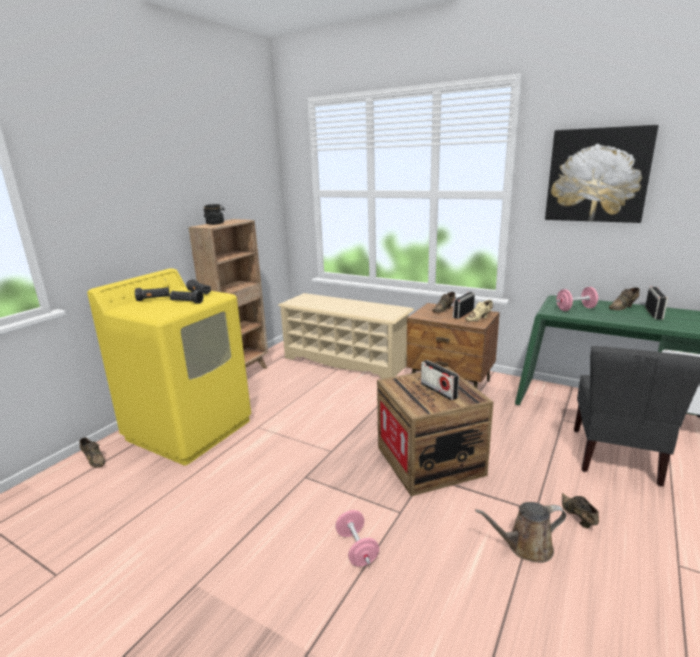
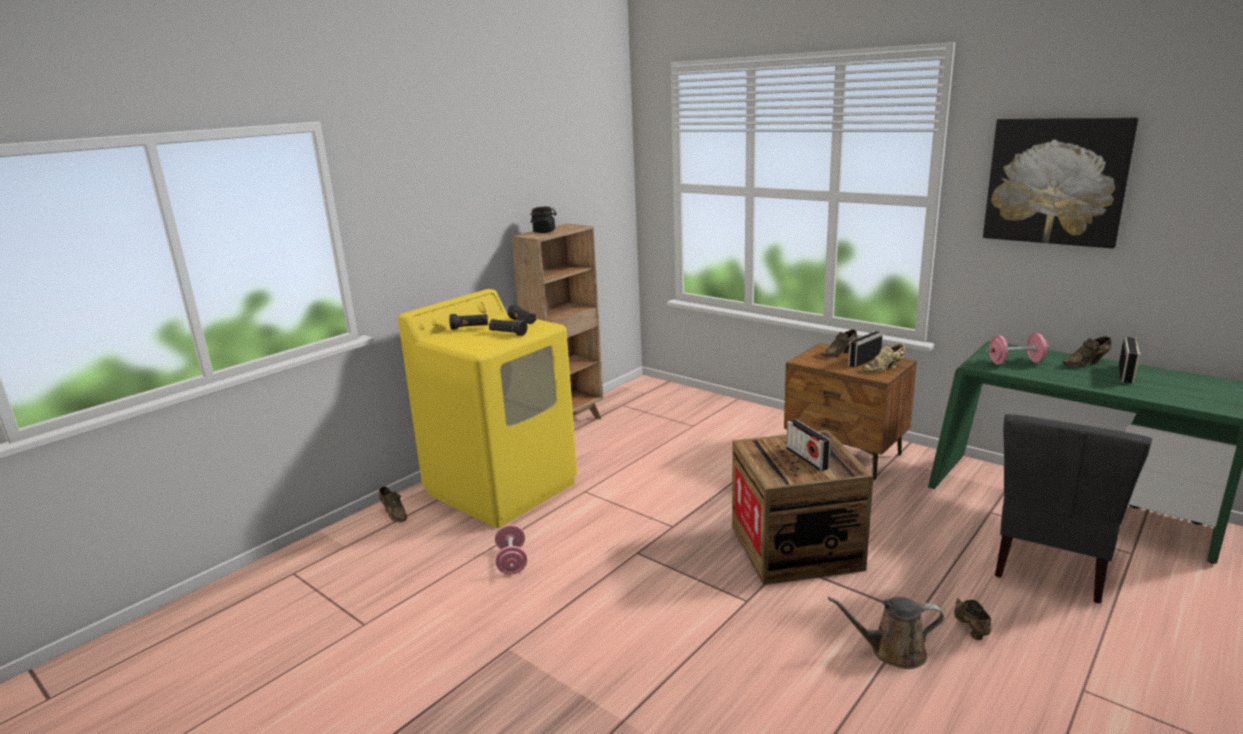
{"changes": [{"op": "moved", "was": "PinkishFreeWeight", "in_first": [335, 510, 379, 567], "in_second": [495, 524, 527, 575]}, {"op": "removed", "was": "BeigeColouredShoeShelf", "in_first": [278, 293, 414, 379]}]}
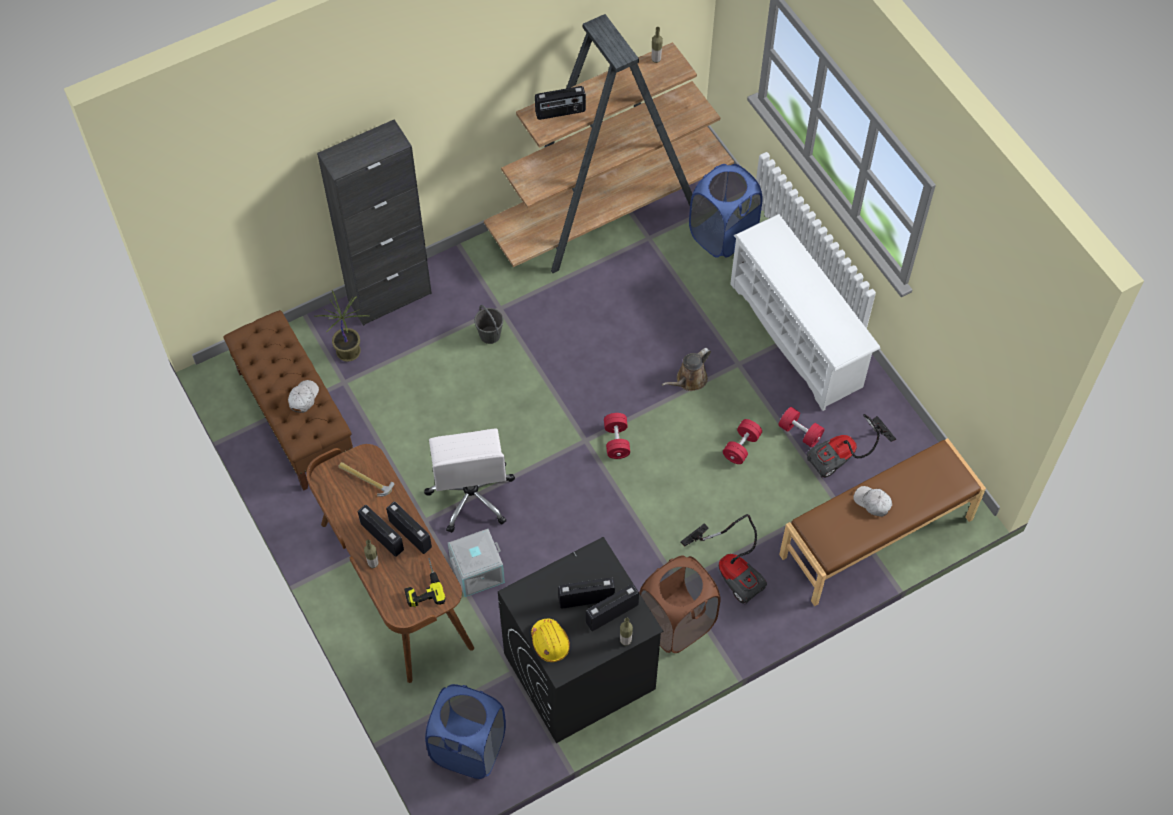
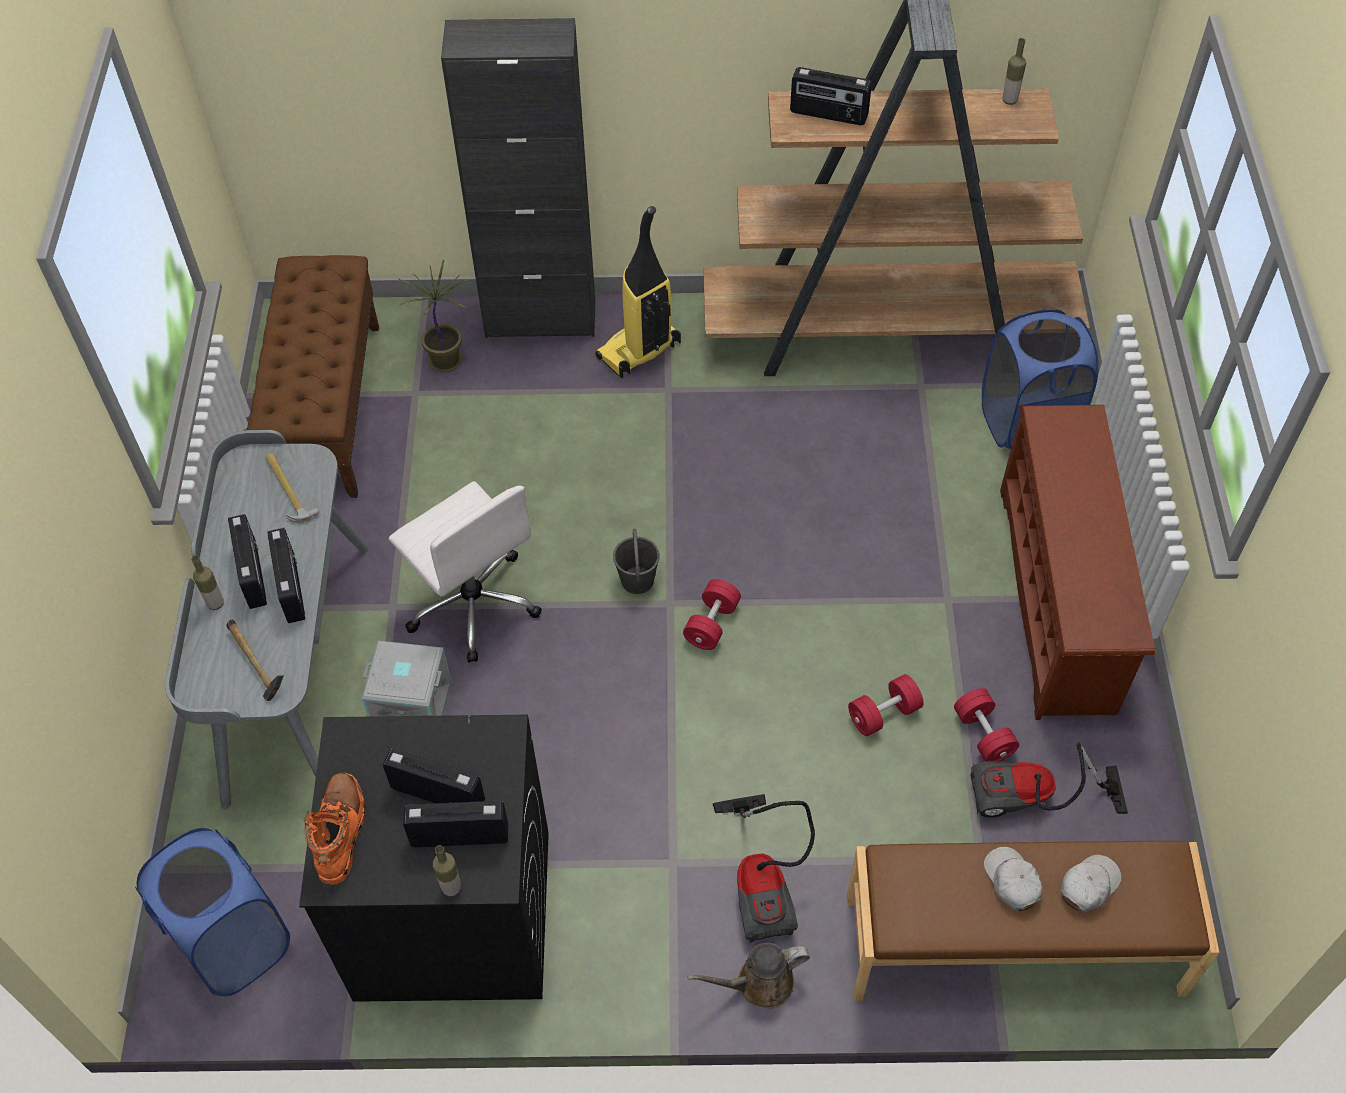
{"changes": [{"op": "recoloured", "was": "BrownishDesk", "now": "GrayDesk", "in_first": [306, 444, 474, 683], "in_second": [165, 430, 369, 810]}, {"op": "replaced", "was": "PowerDrill", "now": "ToolHammer", "in_first": [404, 558, 445, 607], "in_second": [226, 620, 284, 701]}, {"op": "replaced", "was": "YellowSafetyHelmet", "now": "OrangeHighTopBoot", "in_first": [531, 619, 570, 662], "in_second": [304, 773, 365, 885]}, {"op": "turned", "was": "WhiteComputerChair", "in_first": [424, 428, 515, 533], "in_second": [389, 481, 542, 663], "clockwise": -60}, {"op": "added", "now": "VacuumCleaner", "in_second": [595, 206, 681, 379]}, {"op": "moved", "was": "GrayWaterBucket", "in_first": [474, 305, 504, 344], "in_second": [613, 529, 660, 594]}, {"op": "moved", "was": "BrownishSprinklingCan", "in_first": [662, 348, 711, 391], "in_second": [687, 943, 810, 1009]}, {"op": "recoloured", "was": "WhiteShoeShelf", "now": "BrownishShoeShelf", "in_first": [730, 214, 881, 411], "in_second": [1000, 405, 1155, 720]}, {"op": "moved", "was": "WhitePeakedCap", "in_first": [288, 380, 319, 413], "in_second": [1061, 855, 1122, 913]}, {"op": "removed", "was": "BrownishLaundryBasket", "in_first": [639, 556, 720, 653]}]}
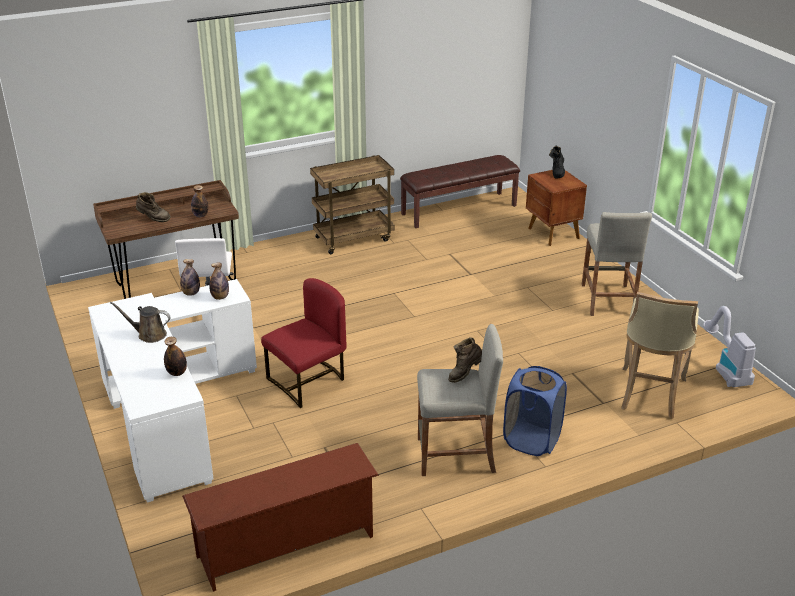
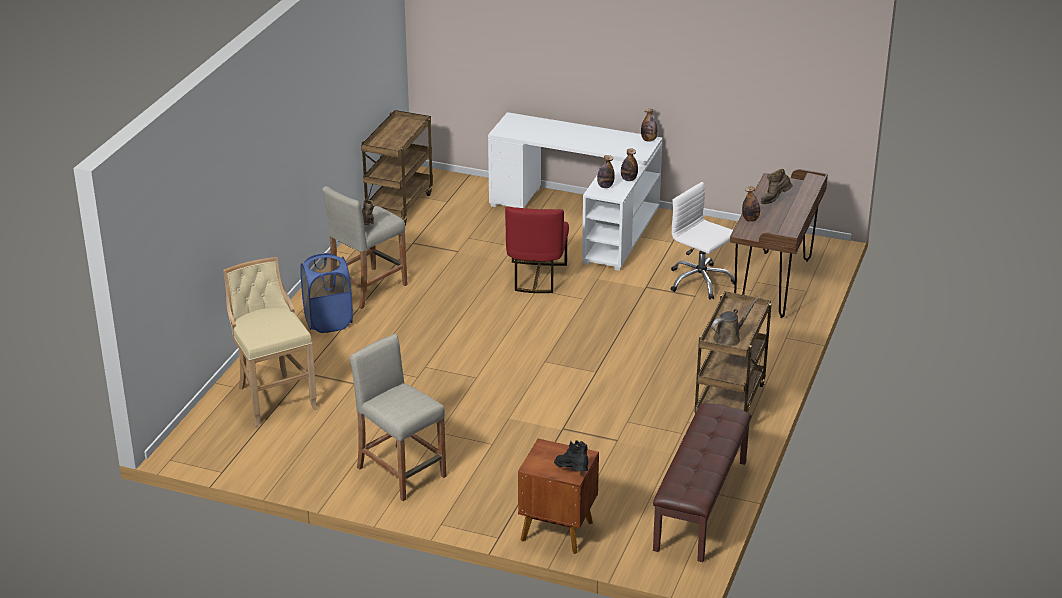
{"changes": [{"op": "replaced", "was": "BrownishShoeShelf", "now": "BrownishWheeledCart", "in_first": [182, 443, 379, 592], "in_second": [361, 110, 433, 225]}, {"op": "moved", "was": "DrinkBottle", "in_first": [164, 337, 187, 376], "in_second": [641, 109, 658, 142]}, {"op": "moved", "was": "BrownishSprinklingCan", "in_first": [110, 302, 171, 343], "in_second": [712, 298, 759, 346]}, {"op": "removed", "was": "VacuumCleaner", "in_first": [703, 306, 756, 387]}]}
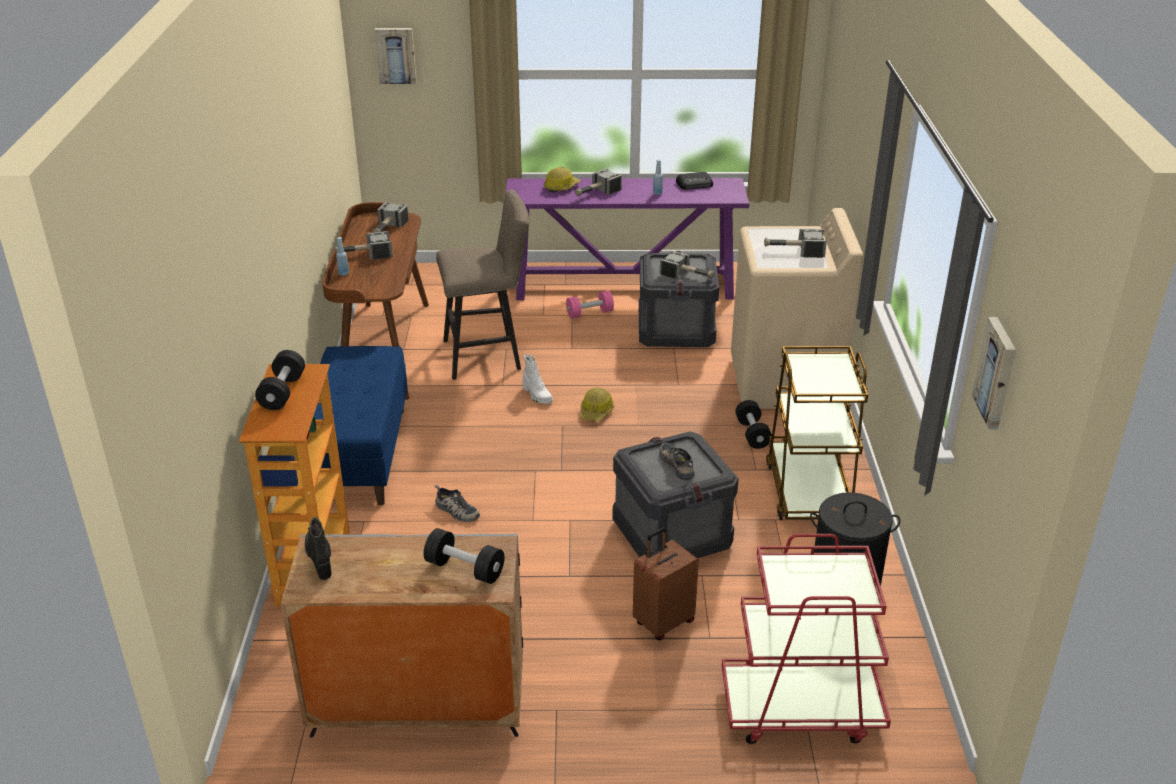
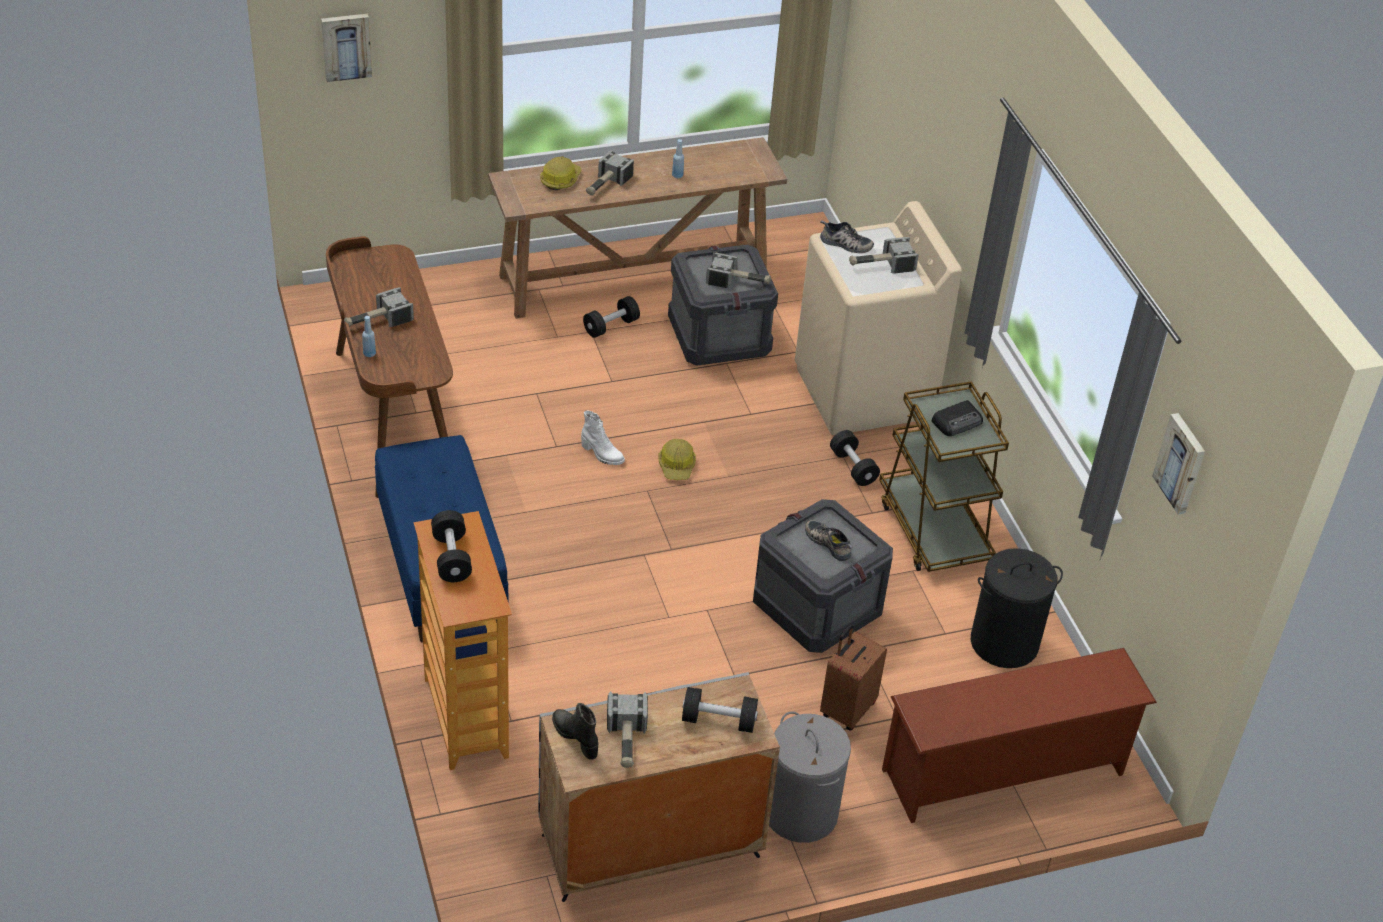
{"changes": [{"op": "recoloured", "was": "PurpleColouredNarrowTable", "now": "BrownishNarrowTable", "in_first": [505, 178, 749, 300], "in_second": [488, 137, 787, 319]}, {"op": "recoloured", "was": "PinkishFreeWeight", "now": "BlackFreeWeight", "in_first": [566, 291, 614, 319], "in_second": [583, 296, 640, 338]}, {"op": "moved", "was": "ToolHammer", "in_first": [372, 202, 408, 233], "in_second": [607, 691, 648, 768]}, {"op": "added", "now": "GrayLaundryBasket", "in_second": [769, 711, 851, 843]}, {"op": "moved", "was": "Shoe", "in_first": [435, 485, 480, 522], "in_second": [820, 220, 874, 253]}, {"op": "replaced", "was": "RedColouredWheeledCart", "now": "BrownishShoeShelf", "in_first": [722, 534, 891, 744], "in_second": [882, 648, 1157, 823]}, {"op": "moved", "was": "RadioReceiver", "in_first": [676, 172, 713, 190], "in_second": [931, 400, 983, 436]}, {"op": "removed", "was": "BeigeColouredStoolSeat", "in_first": [436, 190, 529, 380]}]}
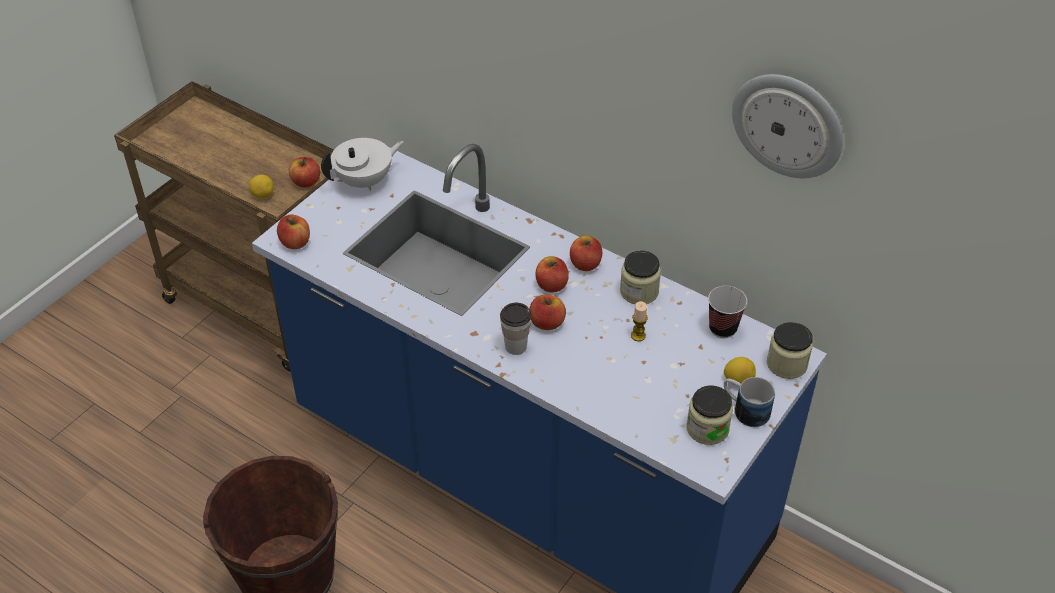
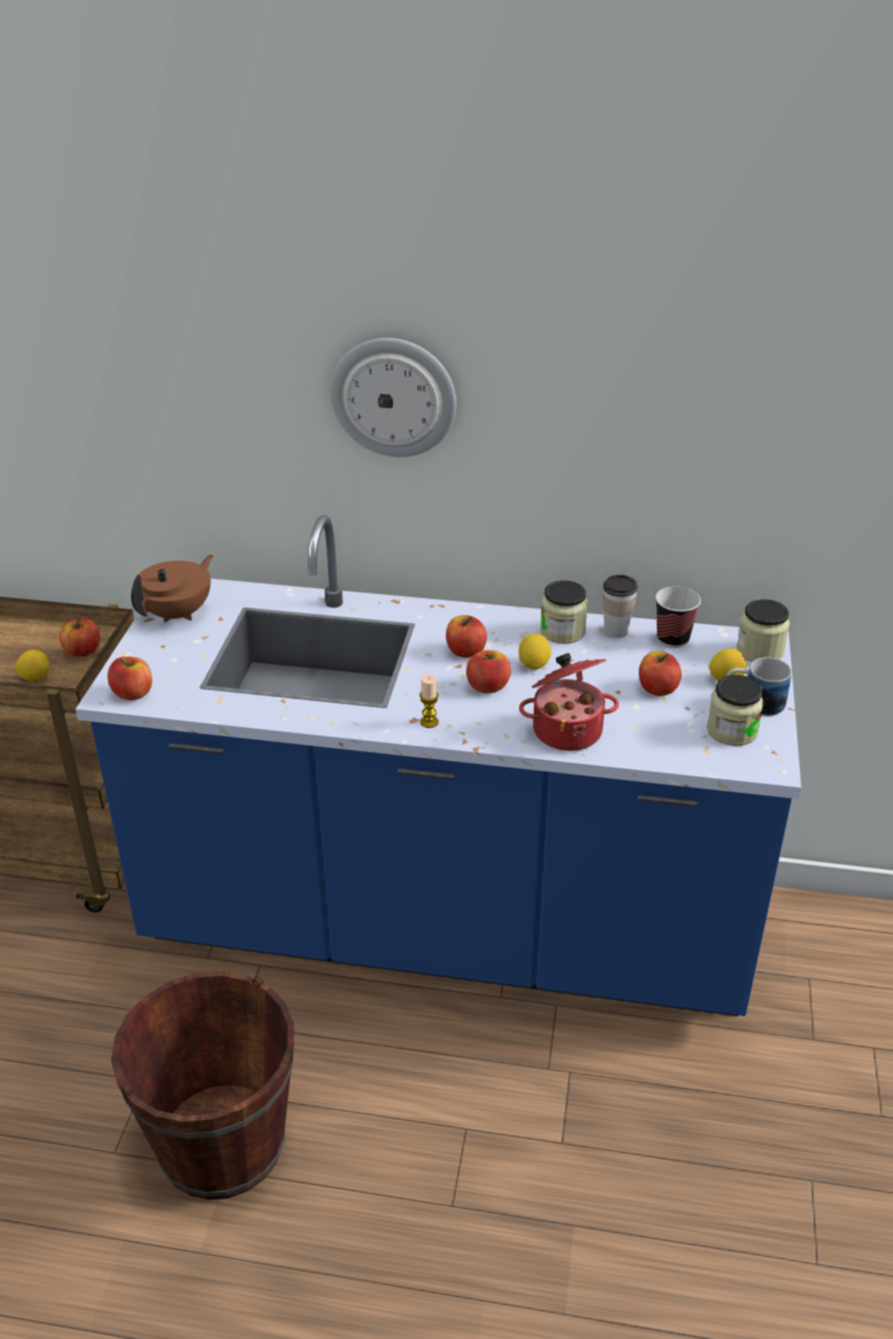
{"changes": [{"op": "recoloured", "was": "WhitePotForTea", "now": "BrownishPotForTea", "in_first": [321, 138, 404, 191], "in_second": [131, 554, 213, 623]}, {"op": "moved", "was": "HangingClock", "in_first": [732, 74, 843, 178], "in_second": [330, 338, 456, 457]}, {"op": "moved", "was": "WaxCandle", "in_first": [631, 301, 648, 341], "in_second": [420, 674, 439, 728]}, {"op": "added", "now": "Lemon", "in_second": [519, 634, 552, 670]}, {"op": "added", "now": "Saucepot", "in_second": [519, 653, 619, 751]}, {"op": "moved", "was": "Cup", "in_first": [500, 303, 531, 355], "in_second": [603, 575, 638, 638]}, {"op": "moved", "was": "AppleFruit", "in_first": [570, 235, 602, 271], "in_second": [639, 651, 682, 696]}]}
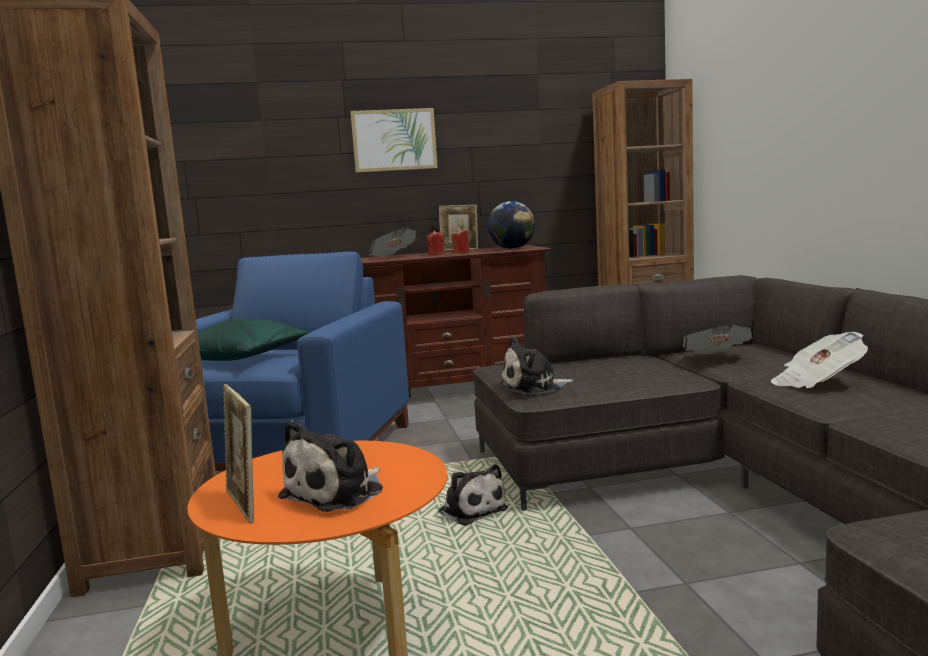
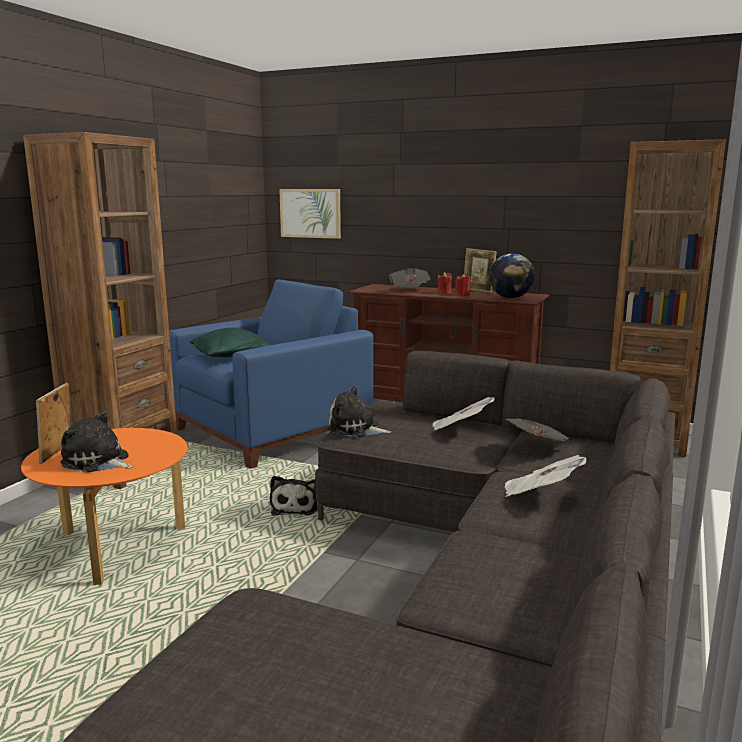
{"changes": [{"op": "turned", "was": "CuddlyToy", "in_first": [278, 420, 383, 512], "in_second": [60, 411, 133, 473], "clockwise": 45}, {"op": "moved", "was": "WallArt", "in_first": [350, 108, 438, 173], "in_second": [279, 189, 341, 239]}, {"op": "added", "now": "DailyPaper", "in_second": [433, 397, 495, 431]}]}
